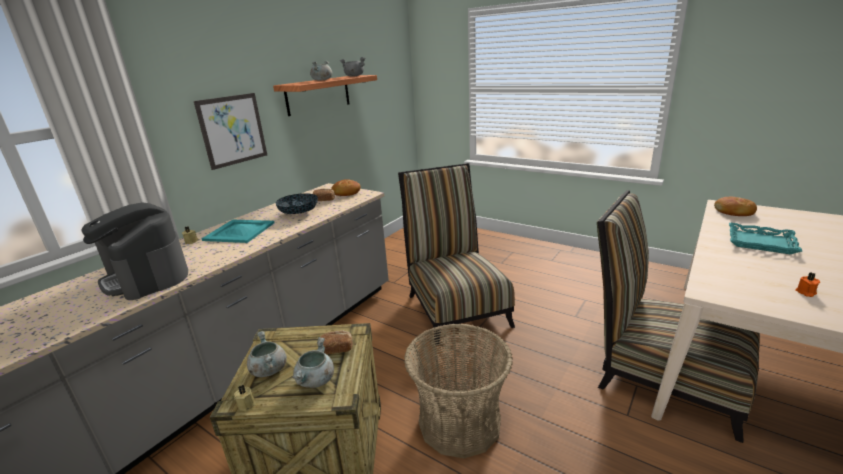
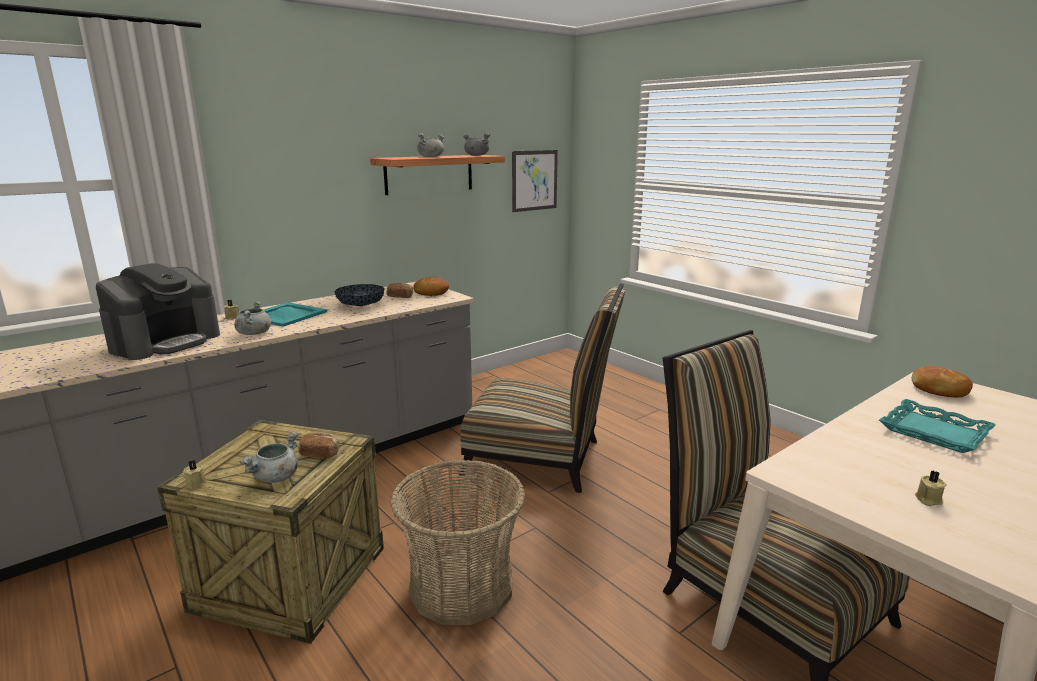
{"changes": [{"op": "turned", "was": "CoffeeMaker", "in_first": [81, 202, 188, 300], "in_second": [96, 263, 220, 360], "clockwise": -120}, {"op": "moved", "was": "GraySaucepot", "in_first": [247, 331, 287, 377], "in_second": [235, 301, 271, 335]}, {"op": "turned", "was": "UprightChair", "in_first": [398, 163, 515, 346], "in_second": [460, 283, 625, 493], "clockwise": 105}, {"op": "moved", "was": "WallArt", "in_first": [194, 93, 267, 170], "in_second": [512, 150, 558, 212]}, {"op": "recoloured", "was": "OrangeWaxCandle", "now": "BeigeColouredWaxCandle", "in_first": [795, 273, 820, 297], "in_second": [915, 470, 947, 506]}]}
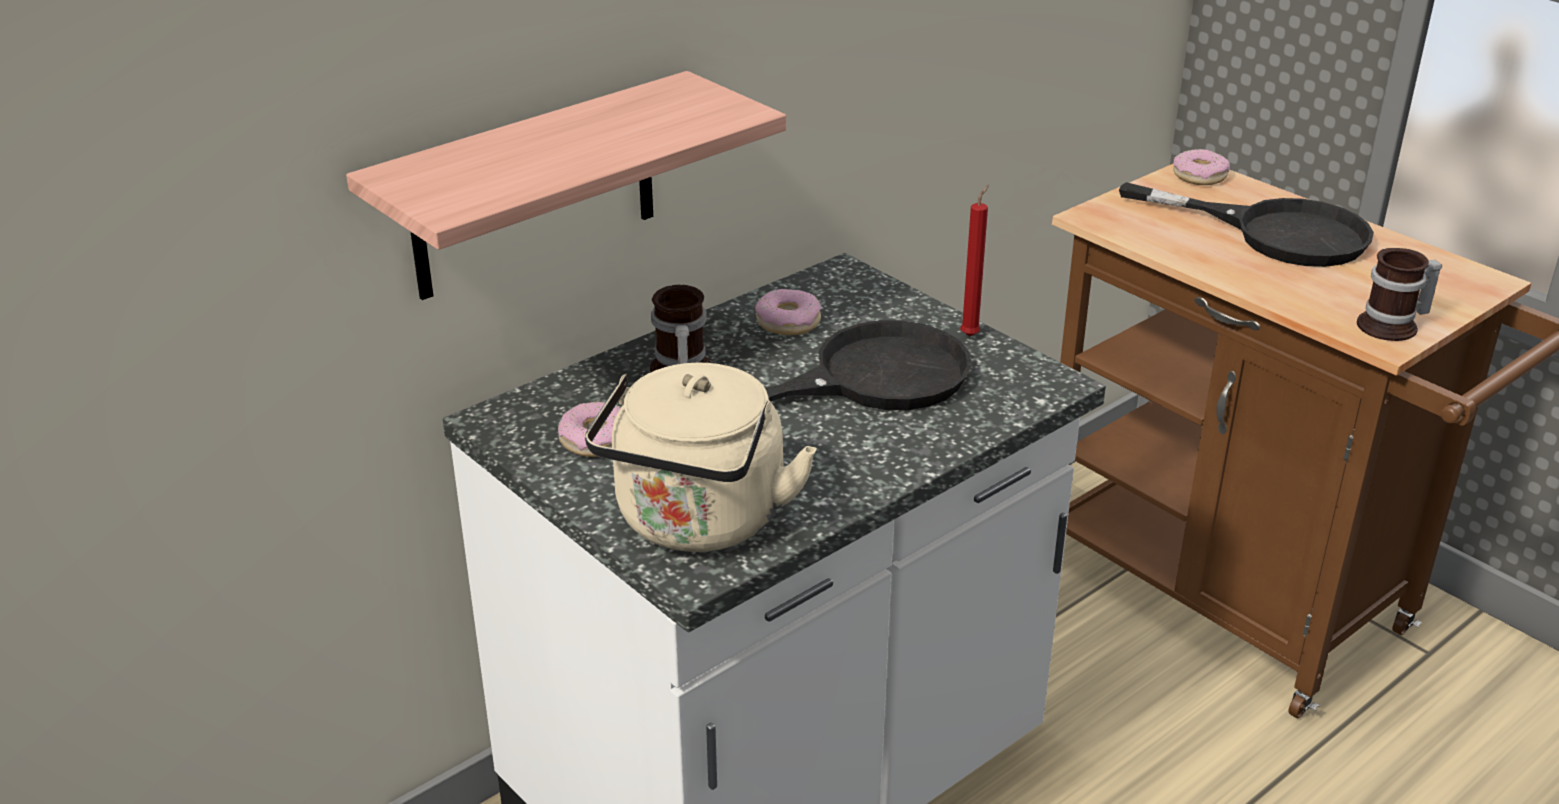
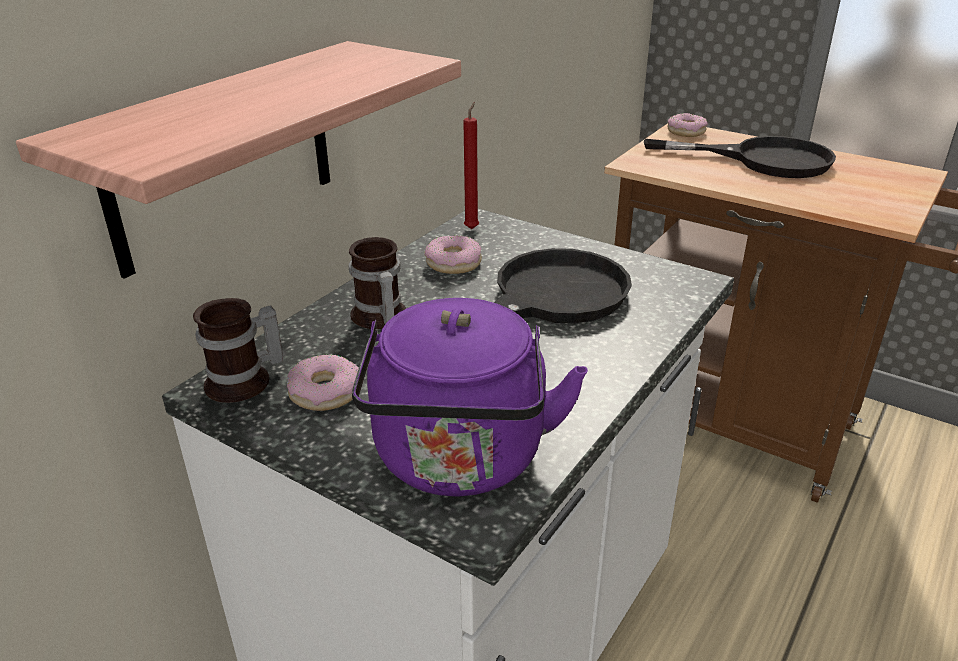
{"changes": [{"op": "moved", "was": "Mug", "in_first": [1357, 248, 1442, 341], "in_second": [193, 298, 284, 403]}, {"op": "recoloured", "was": "BeigeColouredWaterKettle", "now": "PurpleColouredWaterKettle", "in_first": [585, 363, 817, 552], "in_second": [352, 298, 588, 496]}, {"op": "moved", "was": "RedColouredWaxCandle", "in_first": [960, 185, 989, 336], "in_second": [463, 102, 479, 229]}]}
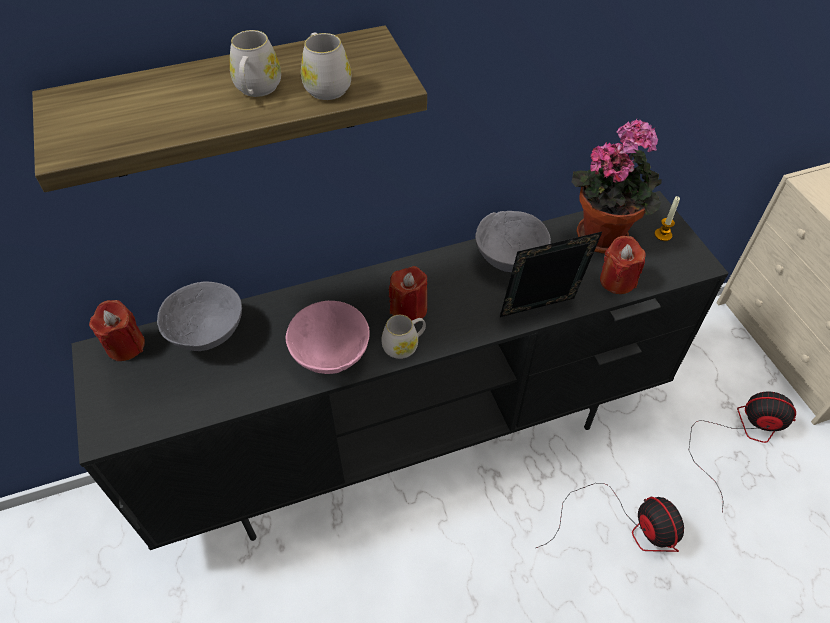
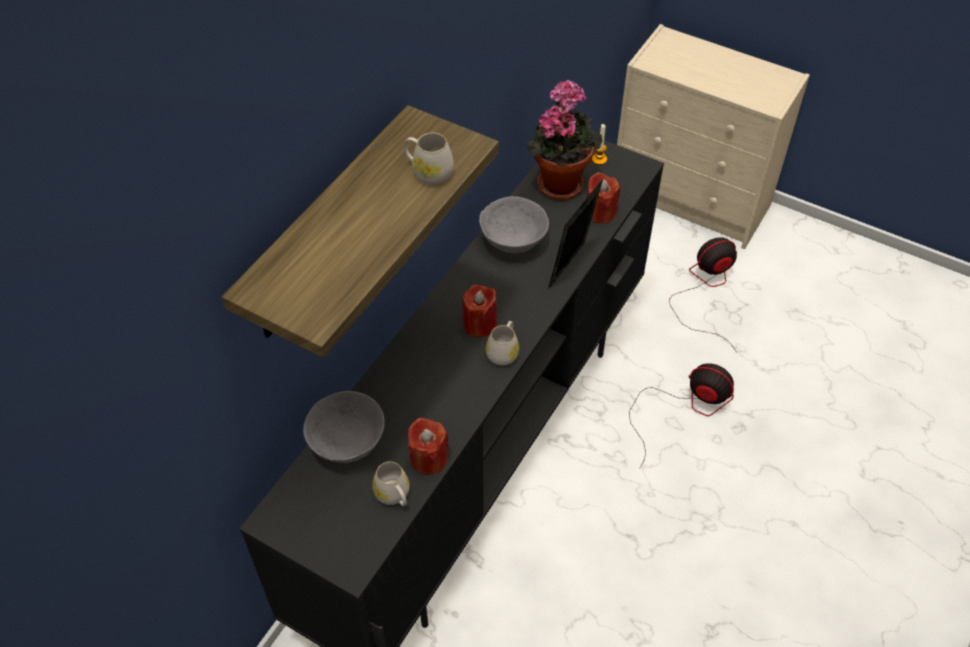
{"changes": [{"op": "moved", "was": "WhiteMug", "in_first": [230, 30, 281, 97], "in_second": [372, 461, 410, 506]}, {"op": "moved", "was": "RedColouredWaxCandle", "in_first": [89, 300, 145, 361], "in_second": [408, 418, 449, 475]}, {"op": "removed", "was": "PinkishServingBowl", "in_first": [286, 301, 370, 374]}]}
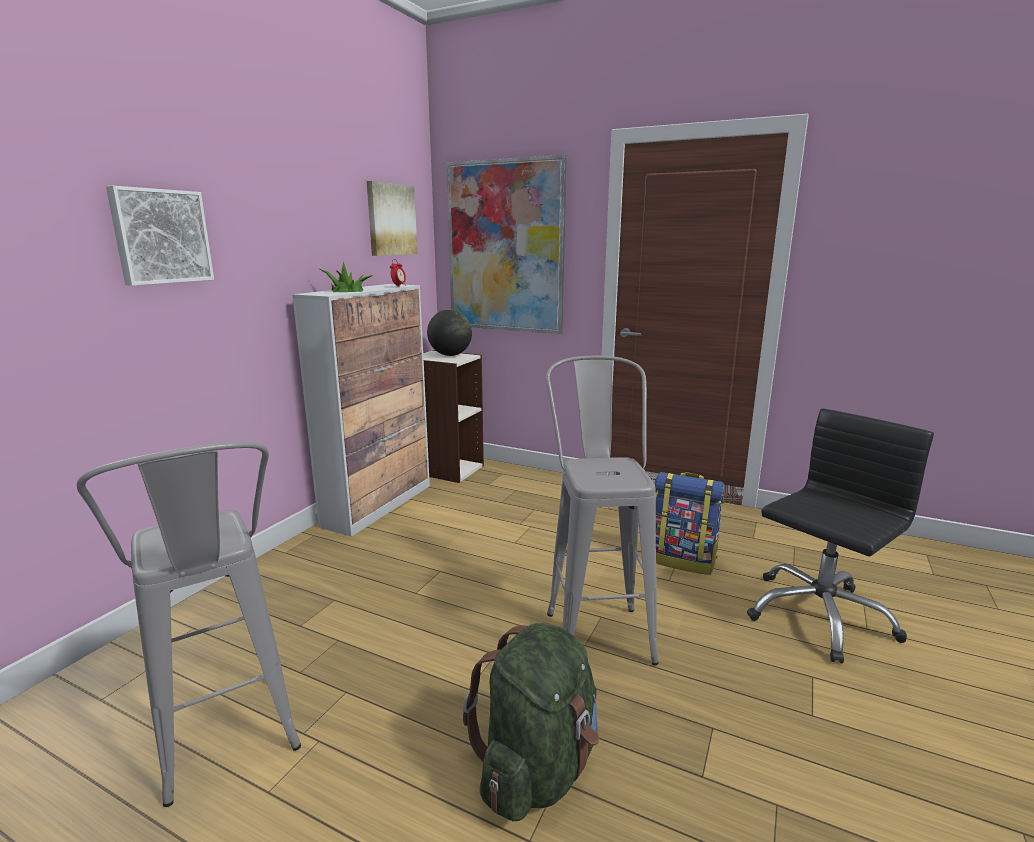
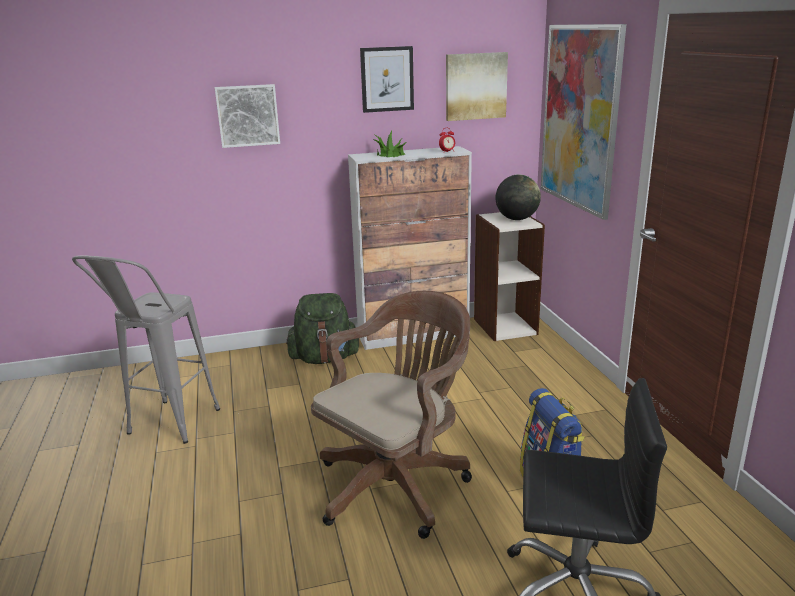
{"changes": [{"op": "moved", "was": "GreenKnapsack", "in_first": [463, 623, 600, 821], "in_second": [286, 293, 359, 364]}, {"op": "replaced", "was": "GrayStoolSeat", "now": "BrownishComputerChair", "in_first": [546, 356, 659, 666], "in_second": [311, 291, 472, 539]}, {"op": "added", "now": "WallArt", "in_second": [360, 46, 414, 113]}]}
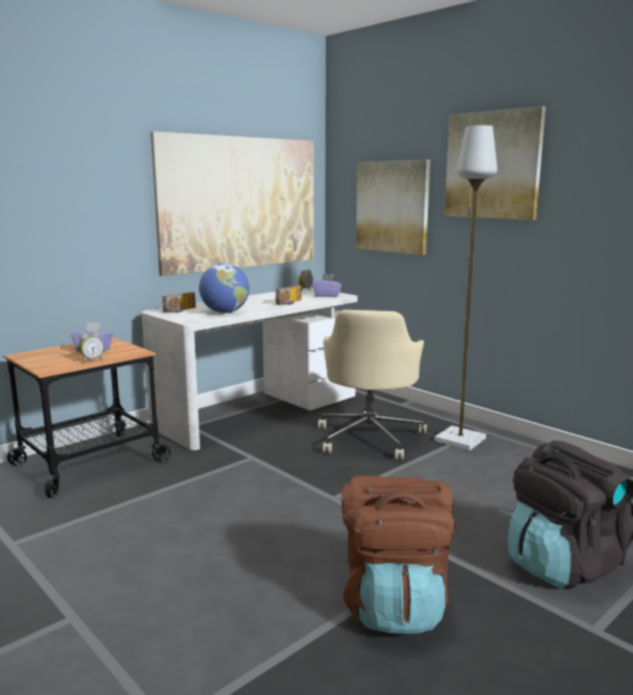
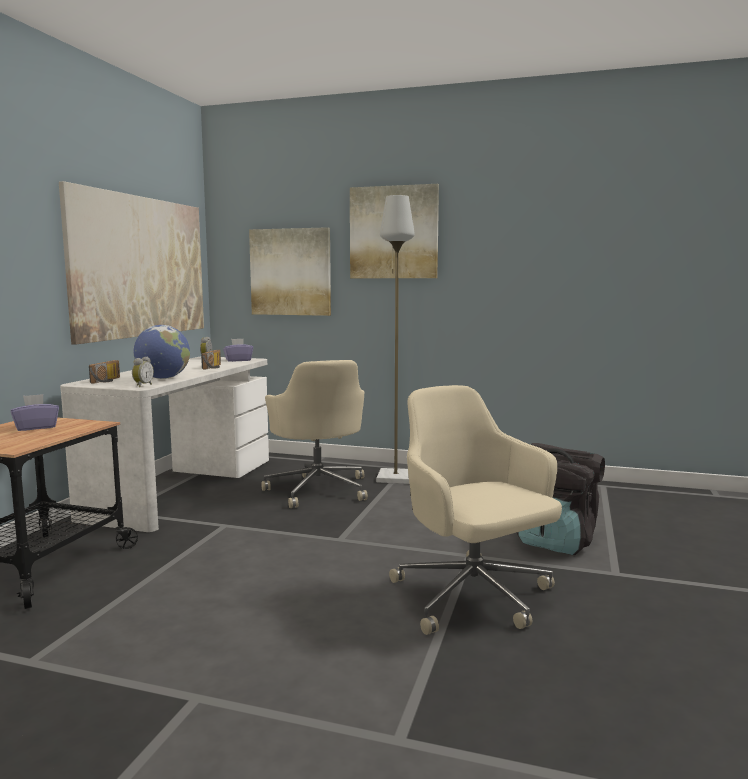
{"changes": [{"op": "moved", "was": "TableClock", "in_first": [78, 331, 104, 363], "in_second": [132, 357, 154, 387]}, {"op": "replaced", "was": "BrownishKnapsack", "now": "BeigeColouredComputerChair", "in_first": [342, 475, 455, 634], "in_second": [389, 385, 562, 635]}]}
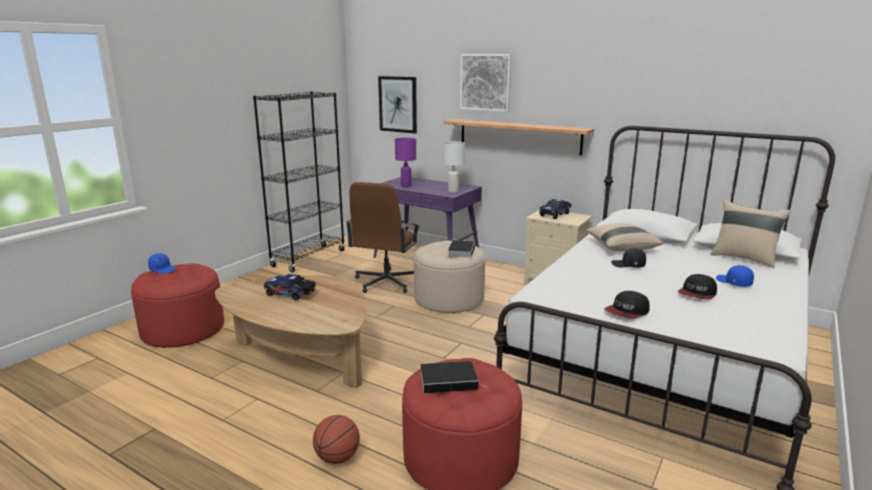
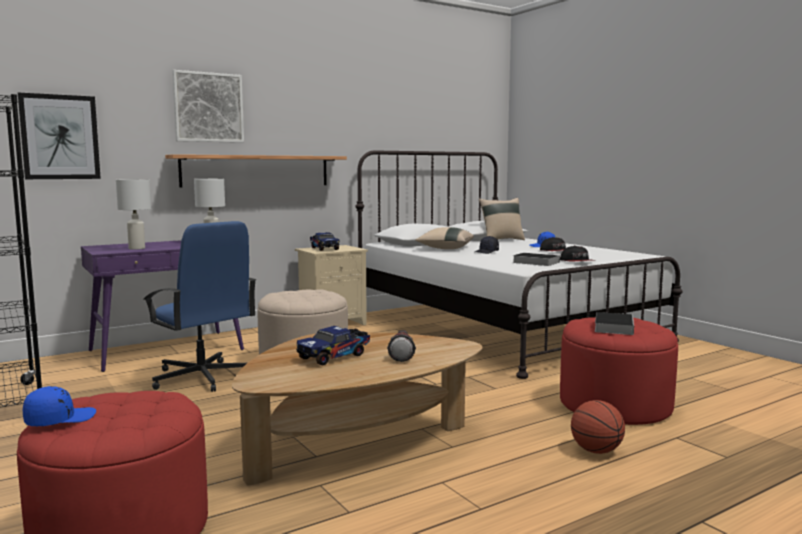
{"changes": [{"op": "recoloured", "was": "PurpleColouredLampForATable", "now": "WhiteLampForATable", "in_first": [395, 138, 416, 187], "in_second": [116, 179, 151, 250]}, {"op": "recoloured", "was": "BrownishComputerChair", "now": "BlueColouredComputerChair", "in_first": [346, 182, 420, 293], "in_second": [144, 221, 256, 392]}, {"op": "added", "now": "Flashlight", "in_second": [387, 330, 416, 362]}, {"op": "moved", "was": "Book", "in_first": [448, 240, 475, 258], "in_second": [513, 253, 560, 266]}]}
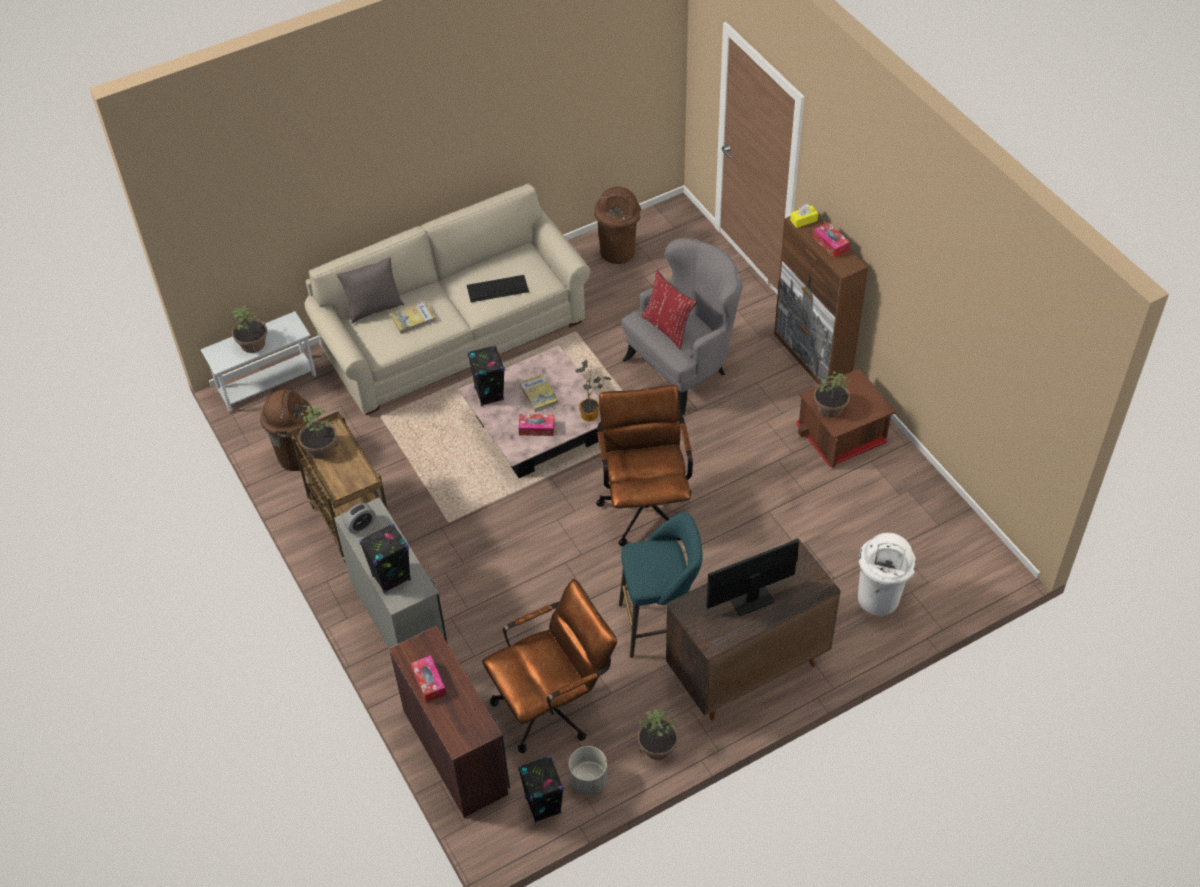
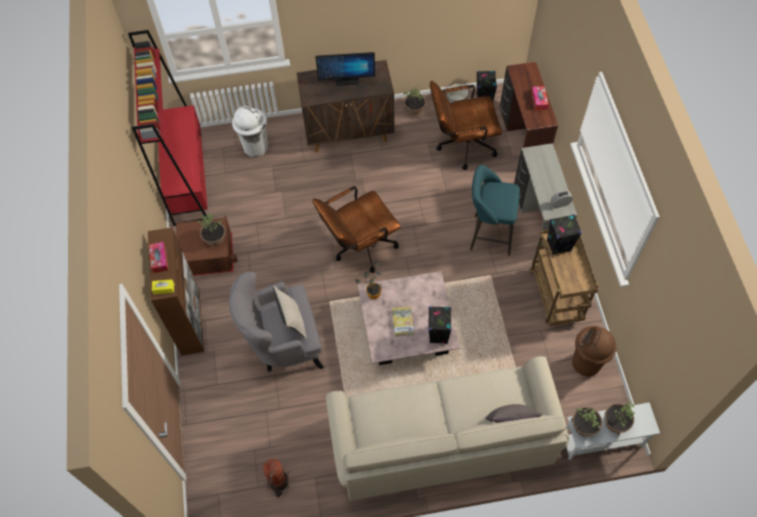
{"changes": [{"op": "added", "now": "RedColouredBookcase", "in_second": [128, 30, 208, 226]}, {"op": "replaced", "was": "BrownishTrashCan", "now": "FireExtinguisher", "in_first": [594, 187, 641, 264], "in_second": [263, 458, 289, 497]}, {"op": "recoloured", "was": "RedColouredThrowPillow", "now": "BeigeColouredThrowPillow", "in_first": [641, 270, 697, 350], "in_second": [273, 285, 307, 339]}, {"op": "turned", "was": "BrownishComputerChair", "in_first": [596, 385, 693, 546], "in_second": [312, 186, 401, 273], "clockwise": 45}, {"op": "moved", "was": "BlueGreenStoolSeat", "in_first": [619, 513, 703, 658], "in_second": [470, 165, 520, 256]}, {"op": "moved", "was": "BlackLoudspeaker", "in_first": [359, 524, 411, 594], "in_second": [547, 214, 582, 255]}, {"op": "moved", "was": "PlantInAPot", "in_first": [299, 406, 339, 459], "in_second": [571, 407, 602, 436]}, {"op": "removed", "was": "Book", "in_first": [391, 302, 436, 334]}, {"op": "removed", "was": "PcKeyboard", "in_first": [467, 275, 529, 302]}, {"op": "removed", "was": "BoxOfTissues", "in_first": [518, 414, 555, 436]}]}
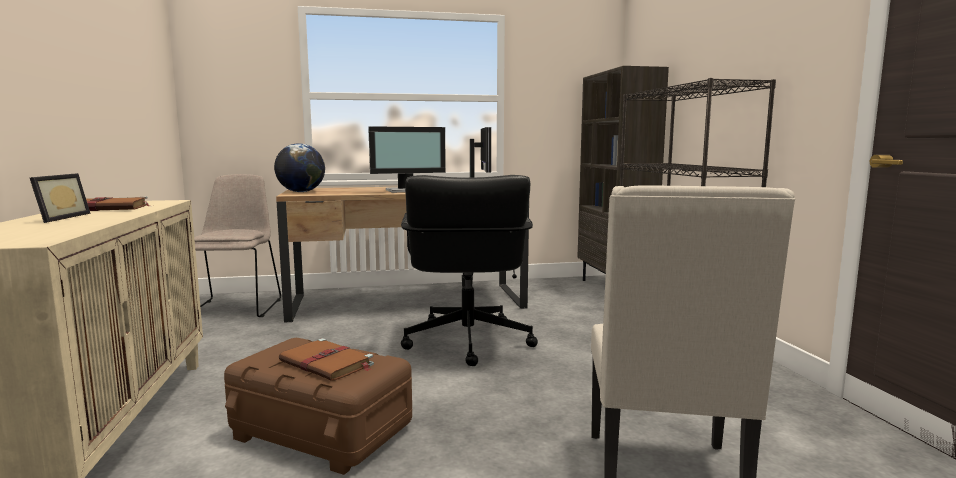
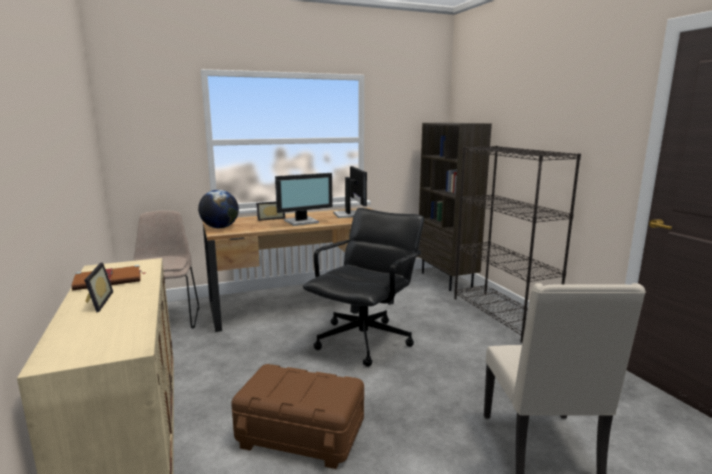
{"changes": [{"op": "added", "now": "StandingFrame", "in_second": [256, 202, 285, 221]}, {"op": "turned", "was": "BlackComputerChair", "in_first": [401, 175, 538, 366], "in_second": [303, 208, 424, 367], "clockwise": -135}, {"op": "removed", "was": "BrownishBook", "in_first": [279, 338, 374, 381]}]}
